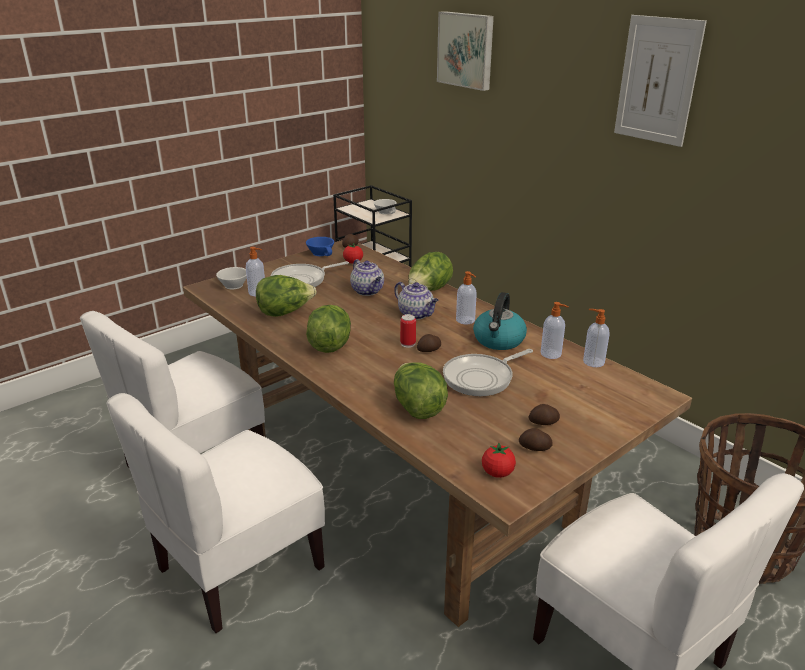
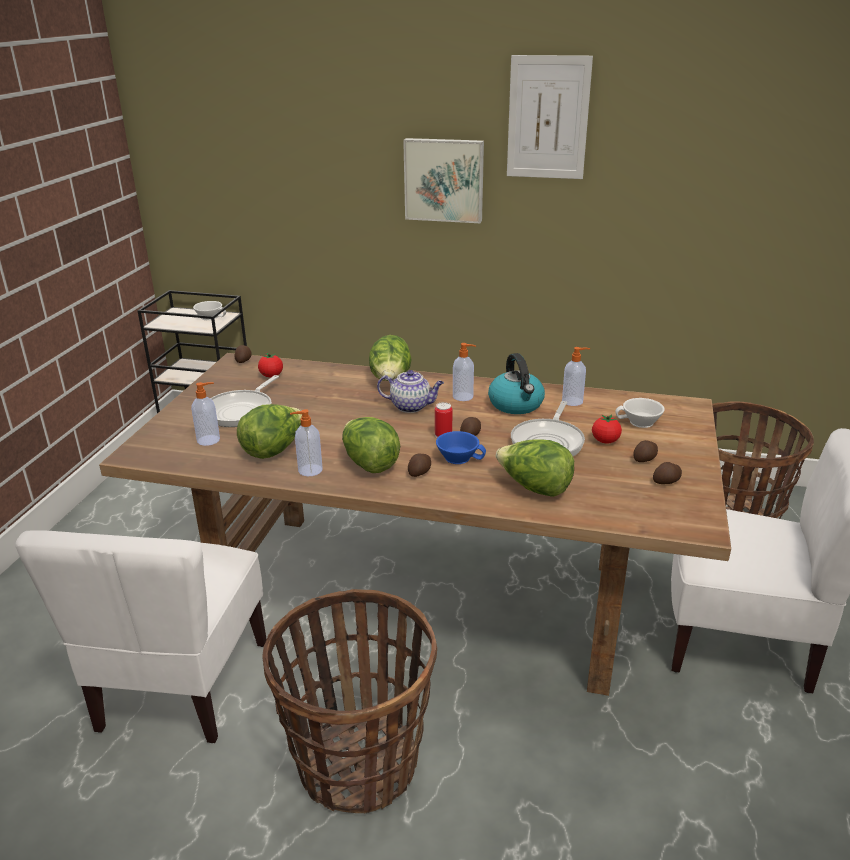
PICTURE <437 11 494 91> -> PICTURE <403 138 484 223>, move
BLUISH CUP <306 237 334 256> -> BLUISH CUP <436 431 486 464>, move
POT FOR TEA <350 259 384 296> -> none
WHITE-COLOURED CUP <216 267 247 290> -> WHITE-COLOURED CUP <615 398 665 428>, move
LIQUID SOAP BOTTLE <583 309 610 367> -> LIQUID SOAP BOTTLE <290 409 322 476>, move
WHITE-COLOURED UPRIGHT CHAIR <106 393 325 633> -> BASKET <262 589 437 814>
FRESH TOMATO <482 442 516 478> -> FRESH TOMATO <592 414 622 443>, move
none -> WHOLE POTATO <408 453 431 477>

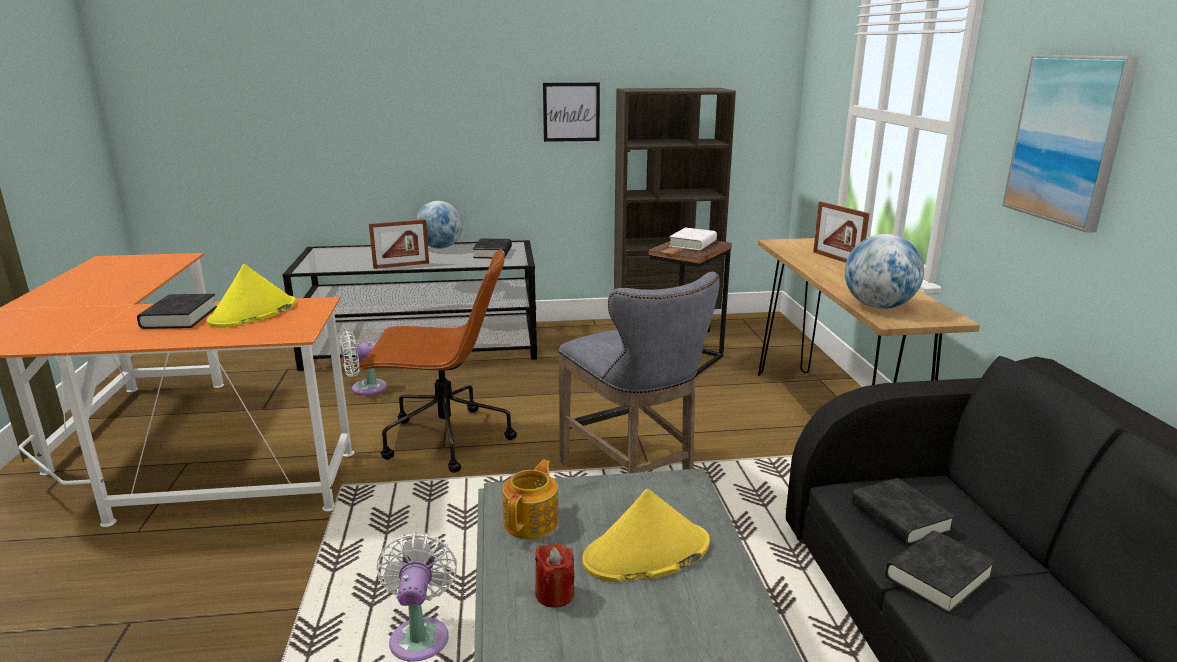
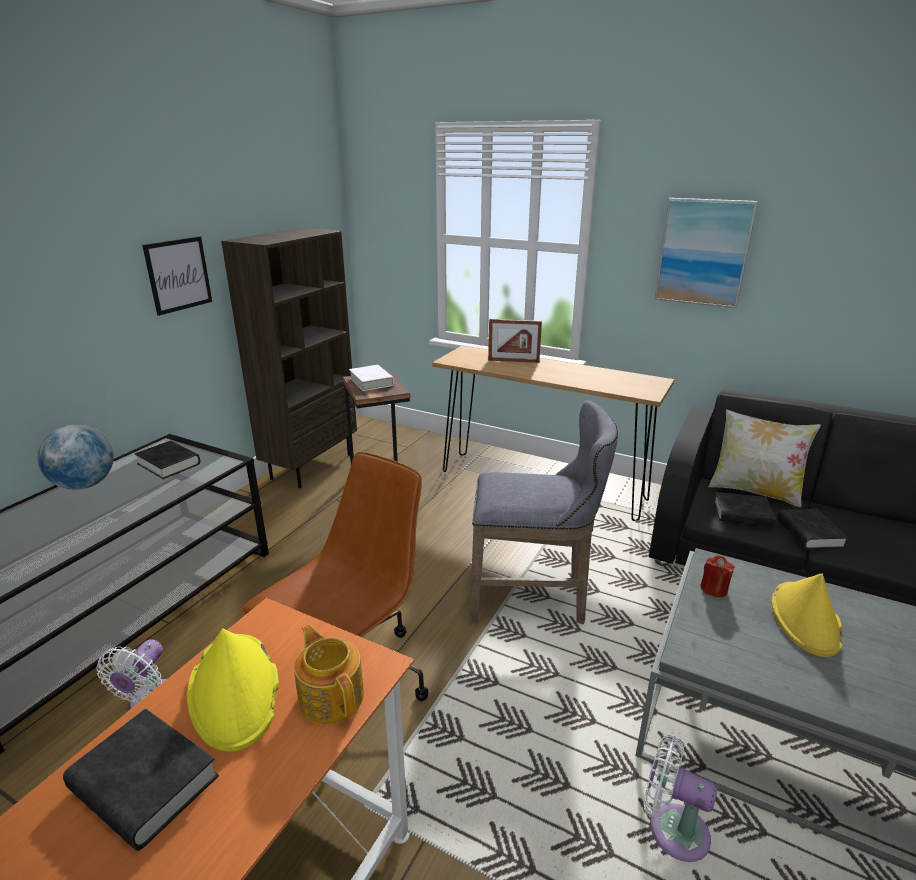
PICTURE FRAME <369 219 429 269> -> none
DESK GLOBE <845 234 924 309> -> none
POT FOR TEA <502 460 559 539> -> POT FOR TEA <294 625 364 724>, move
RED-COLOURED WAX CANDLE <535 543 575 608> -> RED-COLOURED WAX CANDLE <700 555 735 597>, move
none -> CUSHION <709 409 821 507>

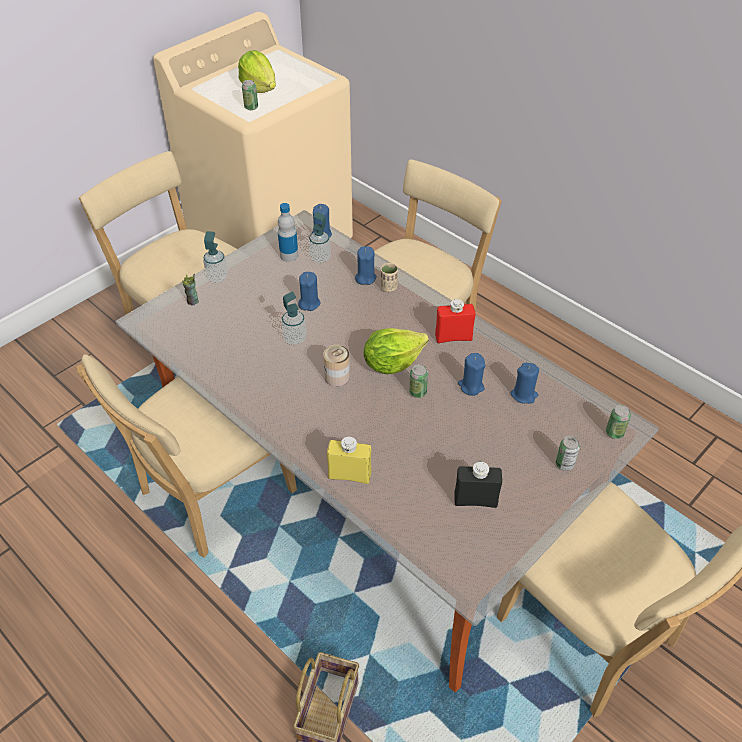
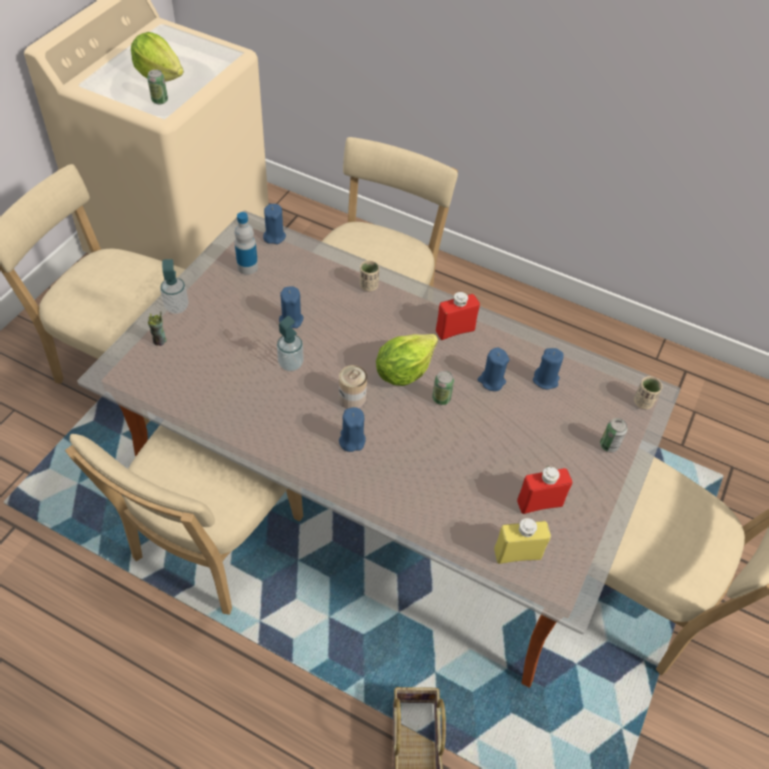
LIQUID SOAP BOTTLE <309 212 331 263> -> none
BLUISH WAX CANDLE <355 246 376 285> -> BLUISH WAX CANDLE <339 407 366 452>, move
METAL CAN <606 405 631 439> -> SAND-COLOURED CUP <634 376 663 409>
YELLOWISH DRINK BOTTLE <327 437 371 484> -> YELLOWISH DRINK BOTTLE <494 518 551 564>, move
BLACK-COLOURED DRINK BOTTLE <454 461 502 508> -> RED-COLOURED DRINK BOTTLE <517 466 572 514>

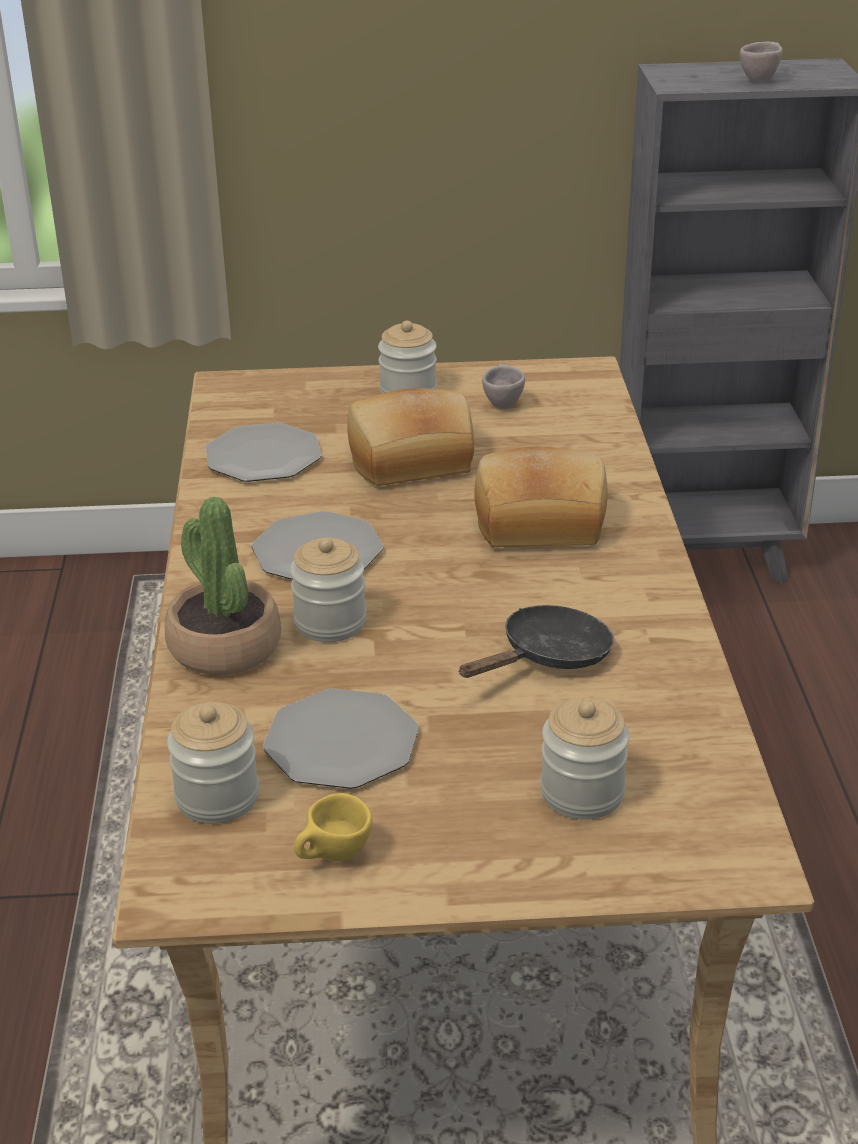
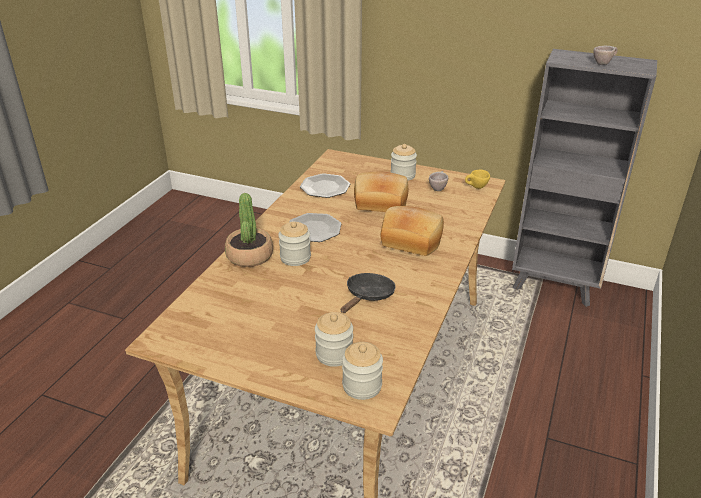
BLACK-COLOURED FRYING PAN <458 605 614 678> -> BLACK-COLOURED FRYING PAN <341 273 396 313>, 45 degrees counterclockwise
DINNER PLATE <263 688 419 789> -> none
JAR <167 702 259 824> -> JAR <342 342 383 400>, move
YELLOWISH CUP <294 793 373 861> -> YELLOWISH CUP <465 170 490 189>, move

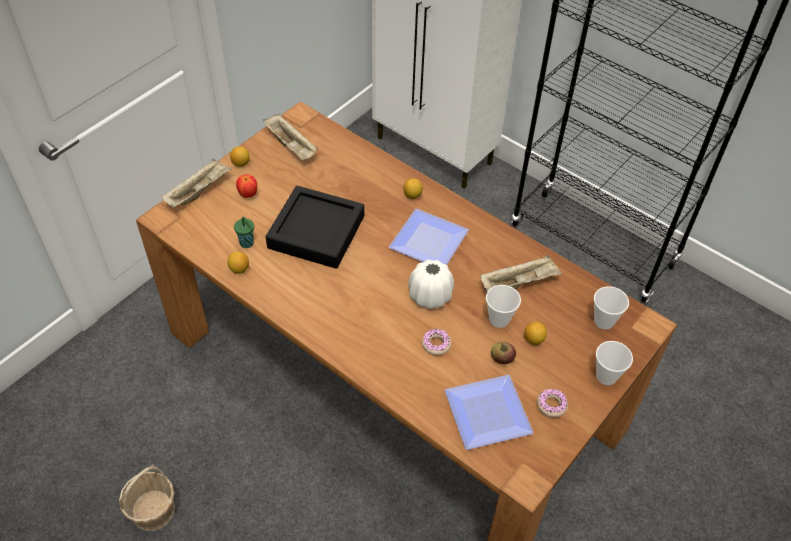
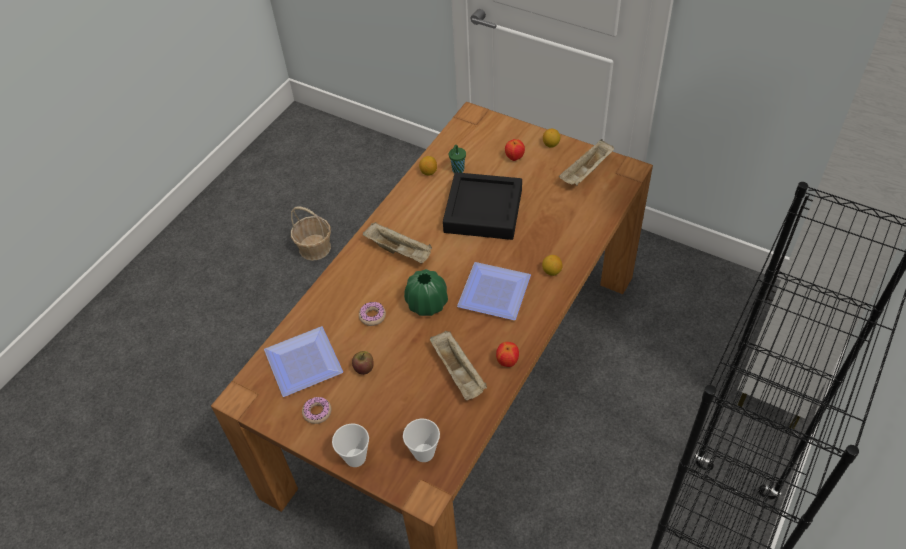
SAND-COLOURED CARRYING TRAY <162 159 232 208> -> SAND-COLOURED CARRYING TRAY <363 222 432 264>, move
WHITE-COLOURED DECORATIVE VASE <408 260 454 309> -> GREENISH DECORATIVE VASE <404 269 448 316>
CUP <486 285 521 328> -> none
LEMON <524 322 547 345> -> none
none -> APPLE <496 342 519 367>

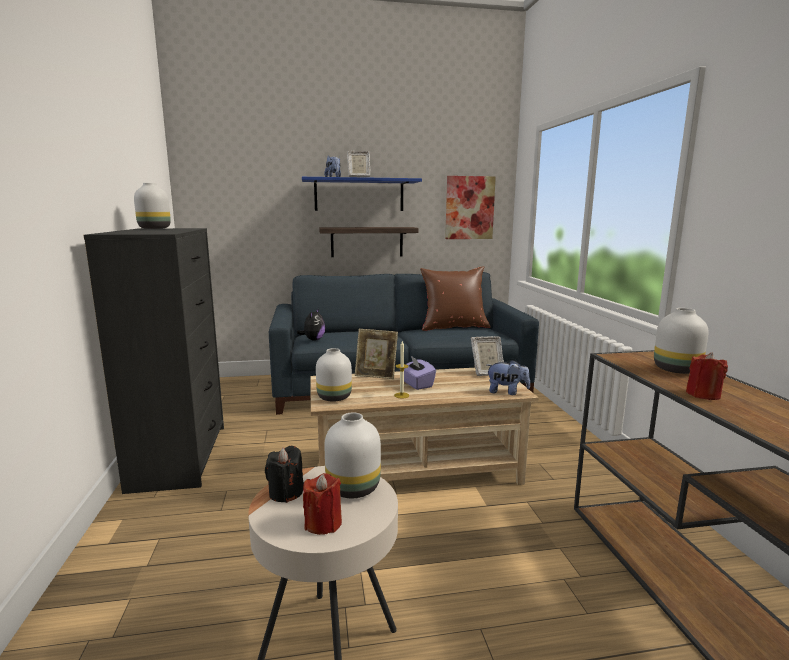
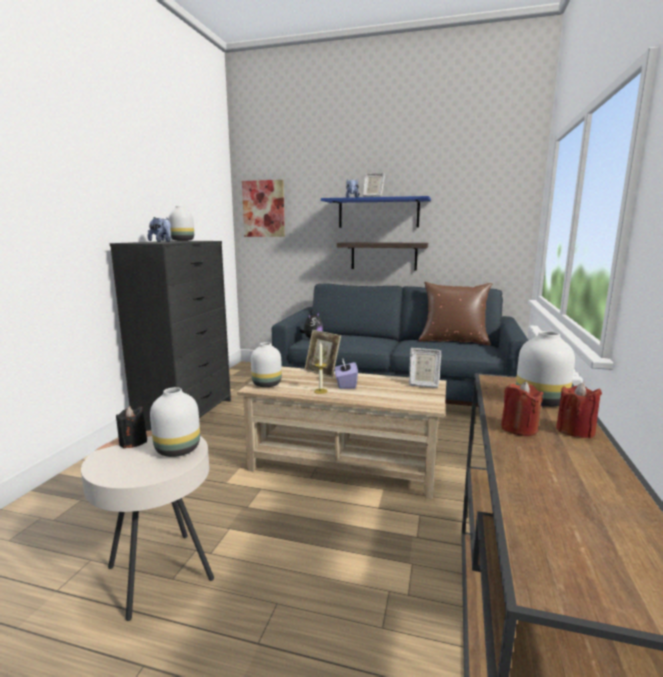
PICTURE <445 176 496 239> -> PICTURE <242 180 285 237>, move
SOFT TOY <487 360 530 395> -> SOFT TOY <147 217 171 242>, move
RED-COLOURED WAX CANDLE <303 473 342 535> -> RED-COLOURED WAX CANDLE <556 382 602 438>, move

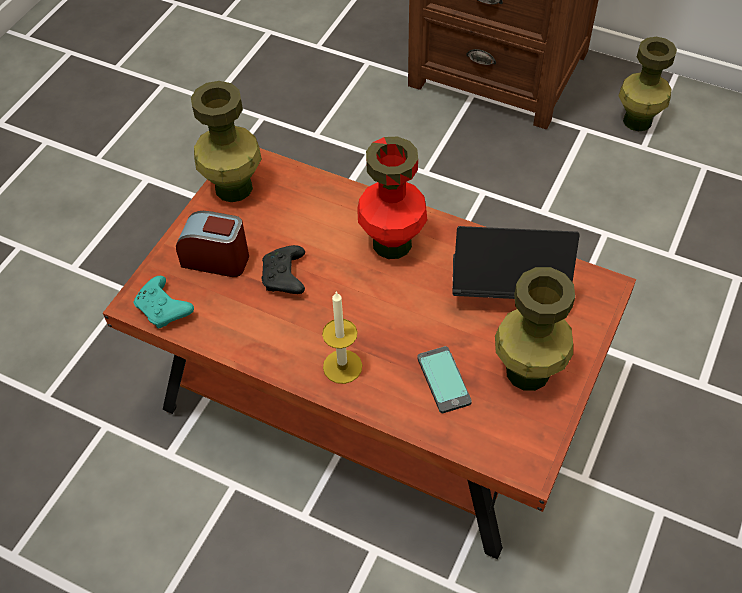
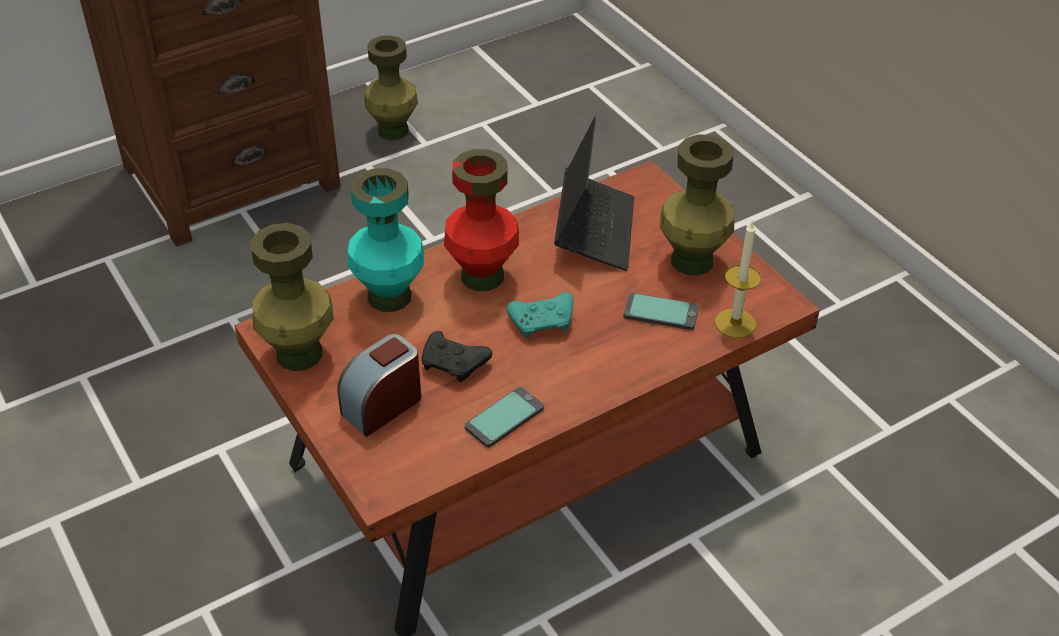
LAPTOP <452 226 579 299> -> LAPTOP <554 116 634 271>, 150 degrees clockwise
TURQUOISE GAME CONTROLLER <134 276 194 329> -> TURQUOISE GAME CONTROLLER <507 292 573 338>, move
WAX CANDLE <322 291 362 384> -> WAX CANDLE <715 222 761 338>, move
none -> TURQUOISE DECORATIVE VASE <347 168 424 312>
none -> TELEPHONE <465 387 544 448>

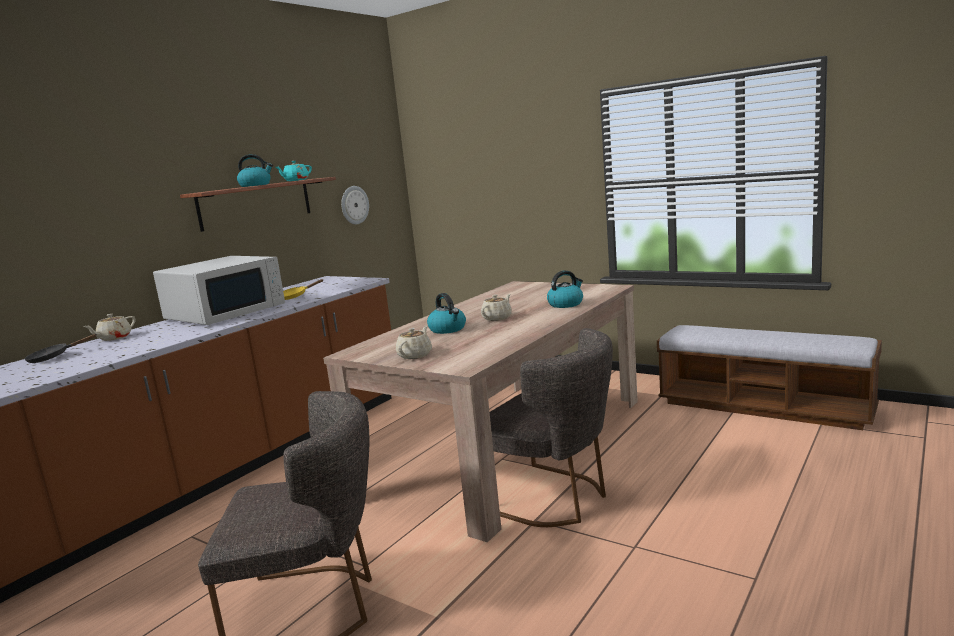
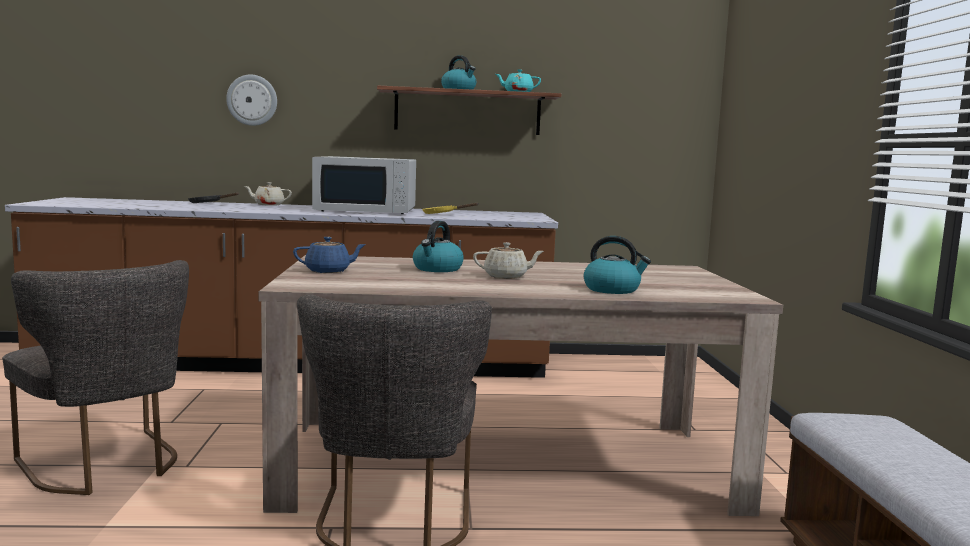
CLOCK ON THE WALL <341 186 369 224> -> CLOCK ON THE WALL <226 75 277 126>, move
SAND-COLOURED POT FOR TEA <396 326 432 359> -> BLUISH POT FOR TEA <293 237 366 273>

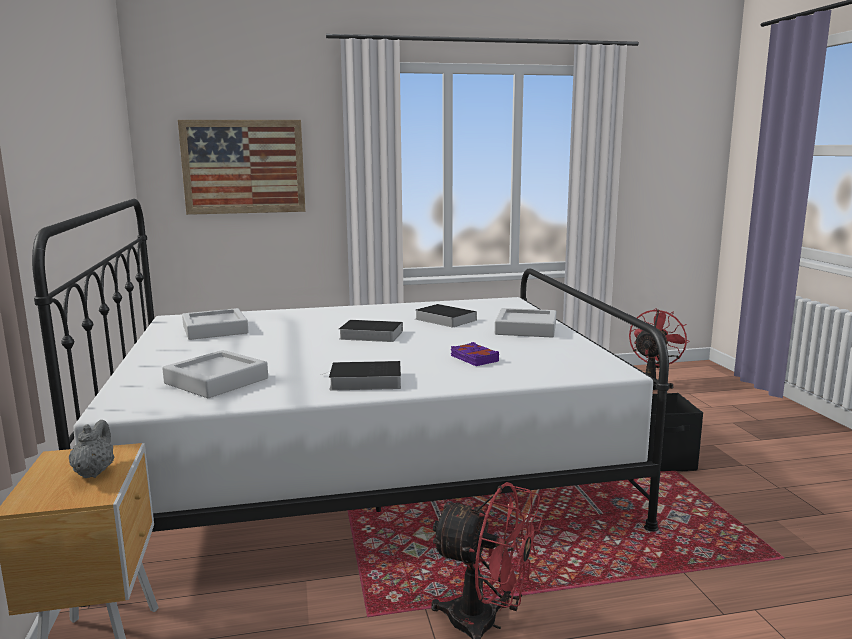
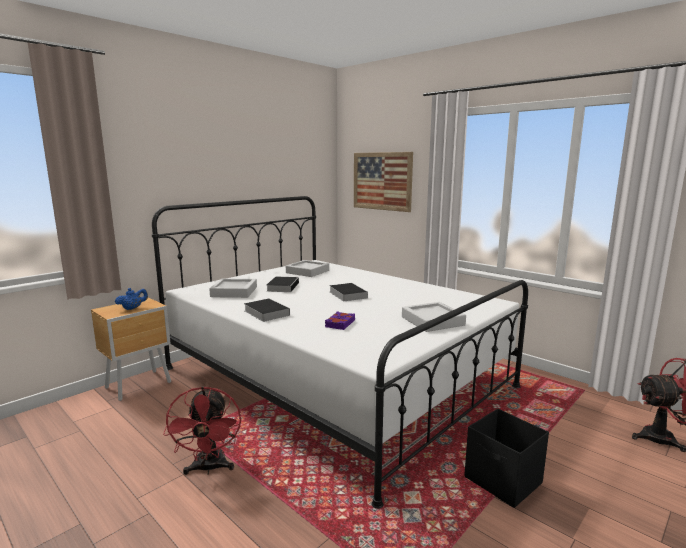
VOLUME <415 304 477 327> -> VOLUME <266 276 299 292>, move
GREY POT FOR TEA <69 420 115 478> -> BLUISH POT FOR TEA <115 288 148 310>

